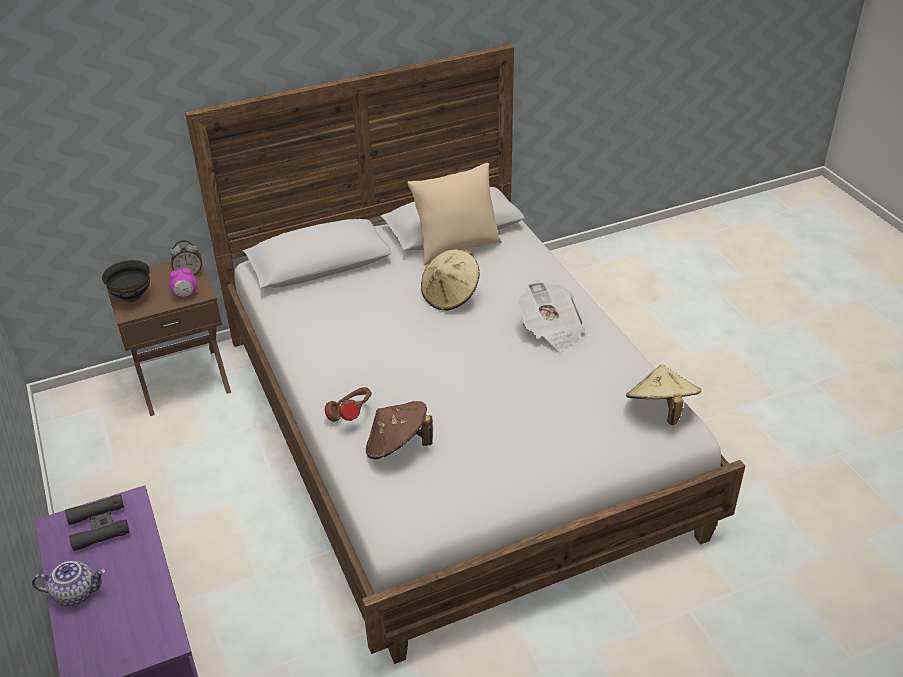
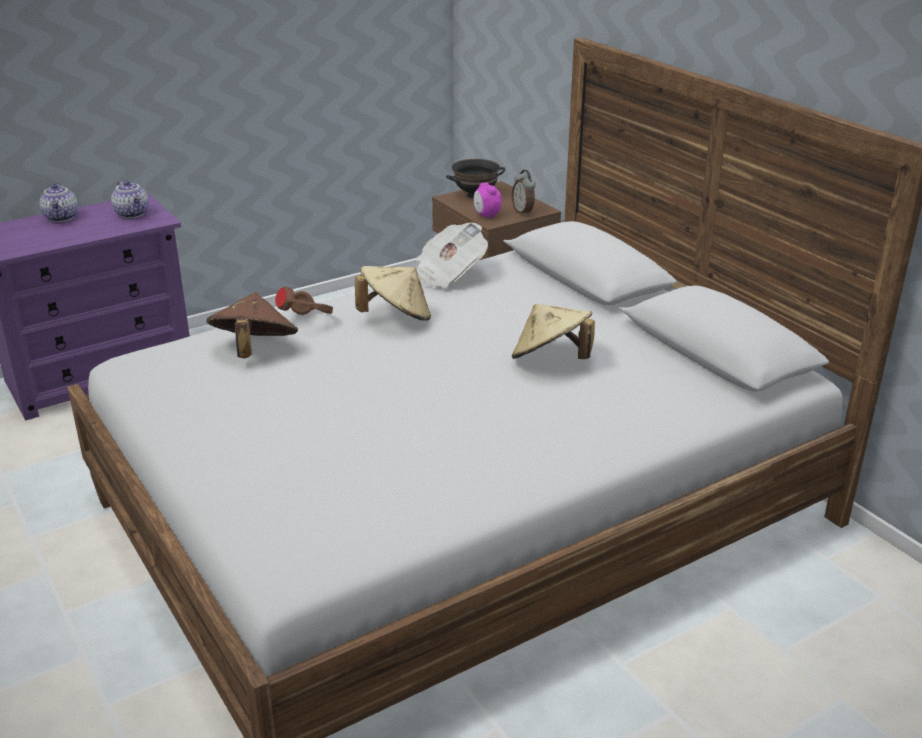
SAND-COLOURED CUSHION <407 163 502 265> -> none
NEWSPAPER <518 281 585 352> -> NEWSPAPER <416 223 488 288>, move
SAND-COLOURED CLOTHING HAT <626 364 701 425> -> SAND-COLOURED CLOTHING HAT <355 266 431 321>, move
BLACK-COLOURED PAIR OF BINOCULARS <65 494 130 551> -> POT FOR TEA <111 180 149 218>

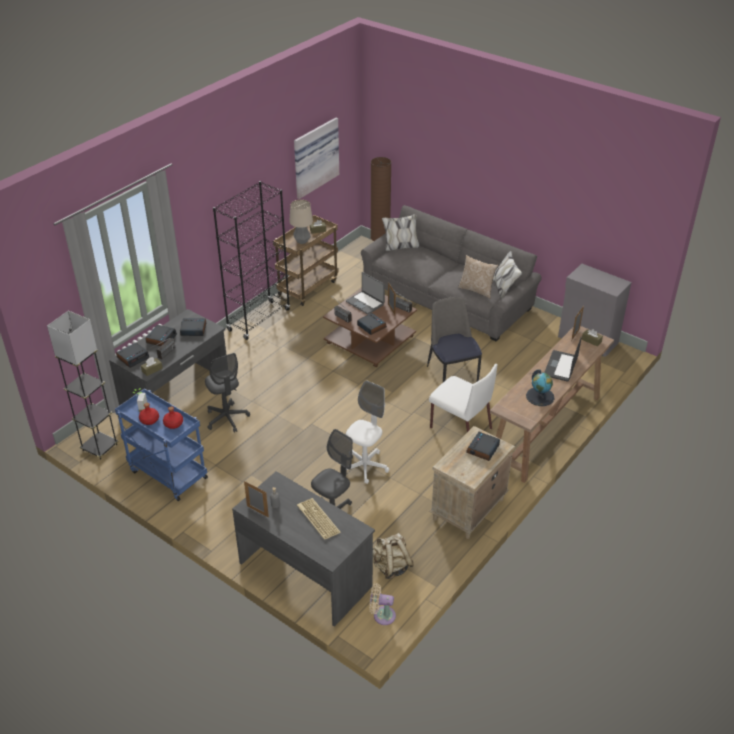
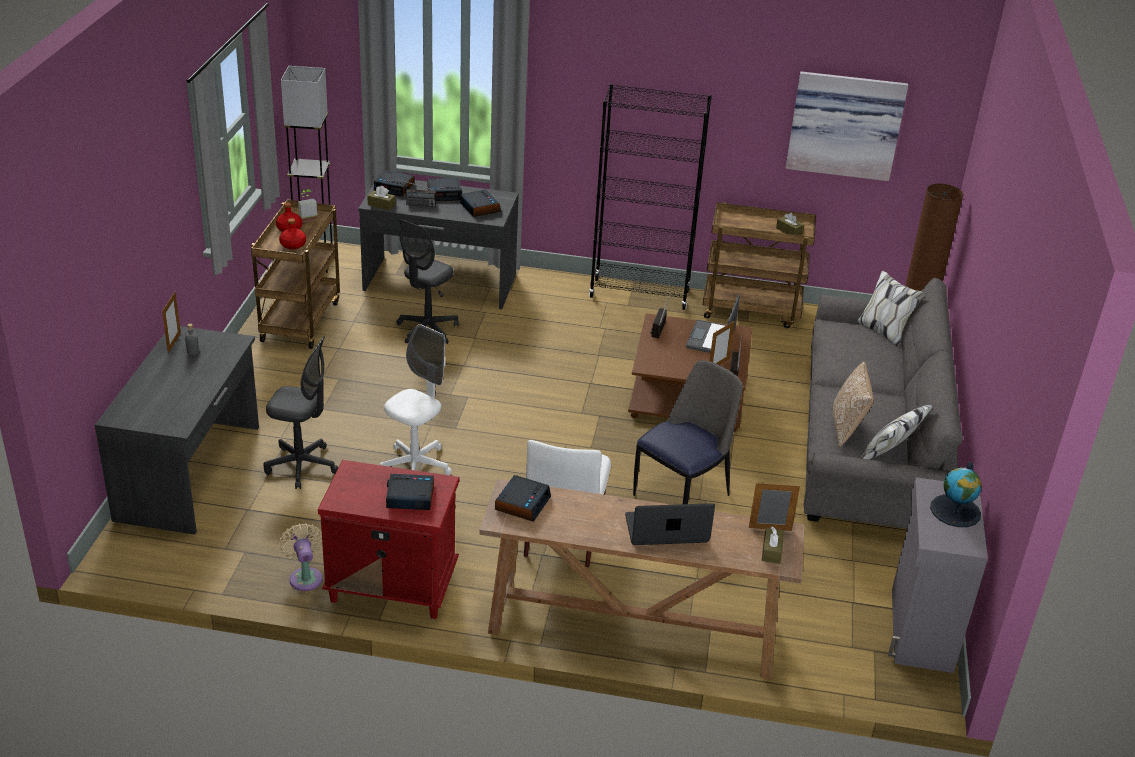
LAMP FOR A TABLE <289 200 313 244> -> none
TABLE CLOCK <357 313 387 335> -> TABLE CLOCK <495 475 551 522>, move
DESK GLOBE <526 369 555 406> -> DESK GLOBE <930 462 981 527>, move
WHITE-COLOURED DESK CHAIR <346 380 389 484> -> WHITE-COLOURED DESK CHAIR <380 324 452 475>, 60 degrees counterclockwise
BLUISH TROLLEY <115 389 208 501> -> BROWN TROLLEY <251 199 340 349>
SAND-COLOURED NIGHT TABLE <429 426 515 539> -> RED-COLOURED NIGHT TABLE <318 460 459 619>
PC KEYBOARD <297 498 341 540> -> none
SAND-COLOURED KNAPSACK <373 533 414 579> -> none
SAND-COLOURED ELECTRIC FAN <369 584 396 625> -> SAND-COLOURED ELECTRIC FAN <279 523 322 591>, move

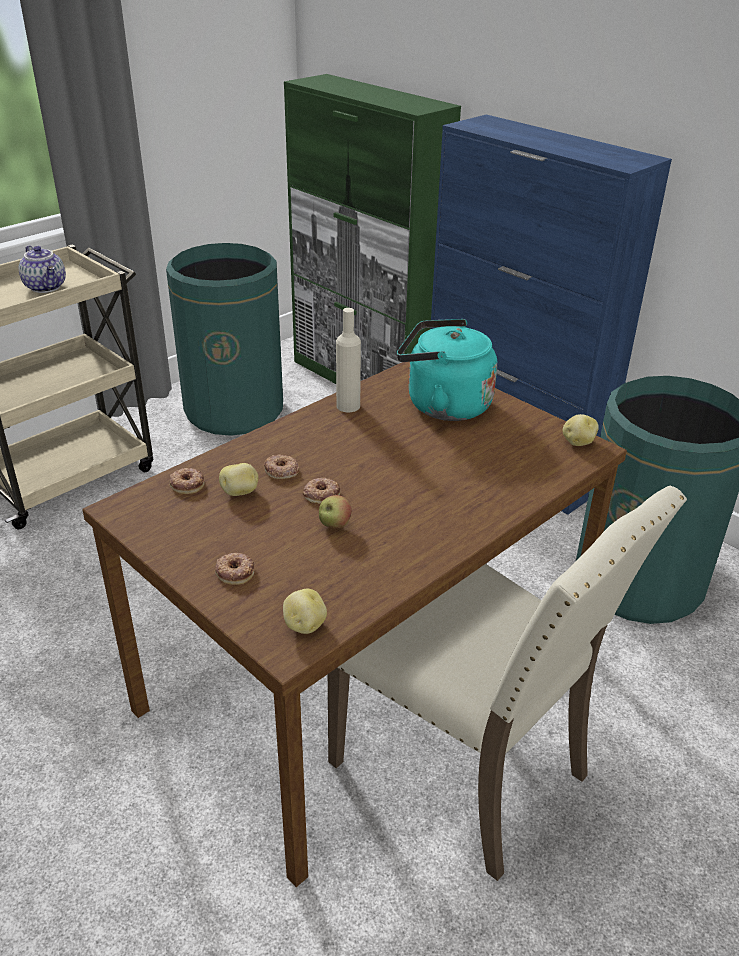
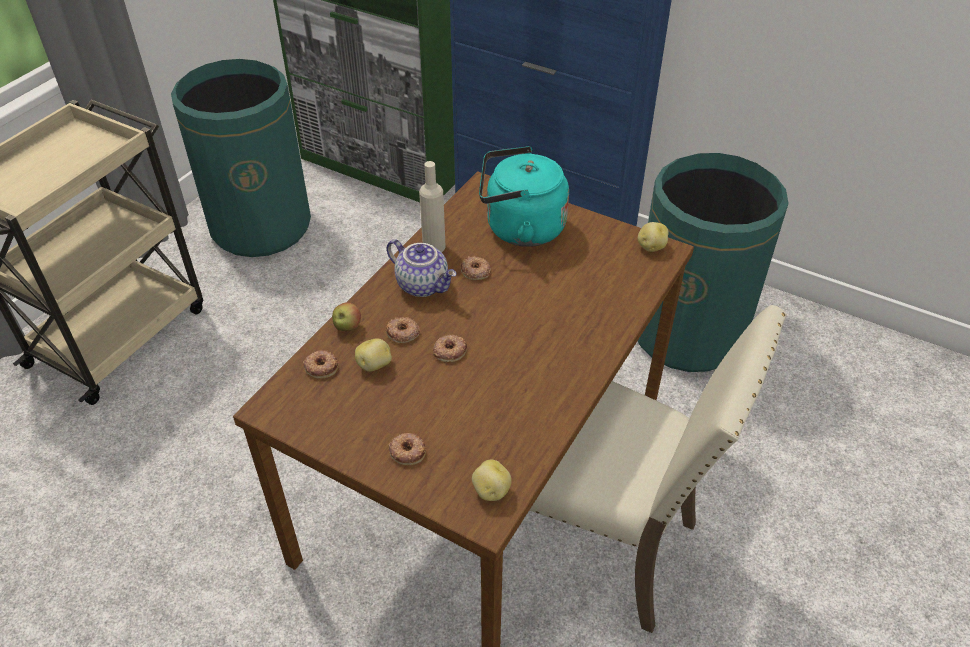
POT FOR TEA <19 245 66 293> -> POT FOR TEA <387 239 457 297>, move
APPLE <319 495 352 528> -> APPLE <332 303 361 331>, move
none -> RING DOUGHNUT <460 256 491 280>

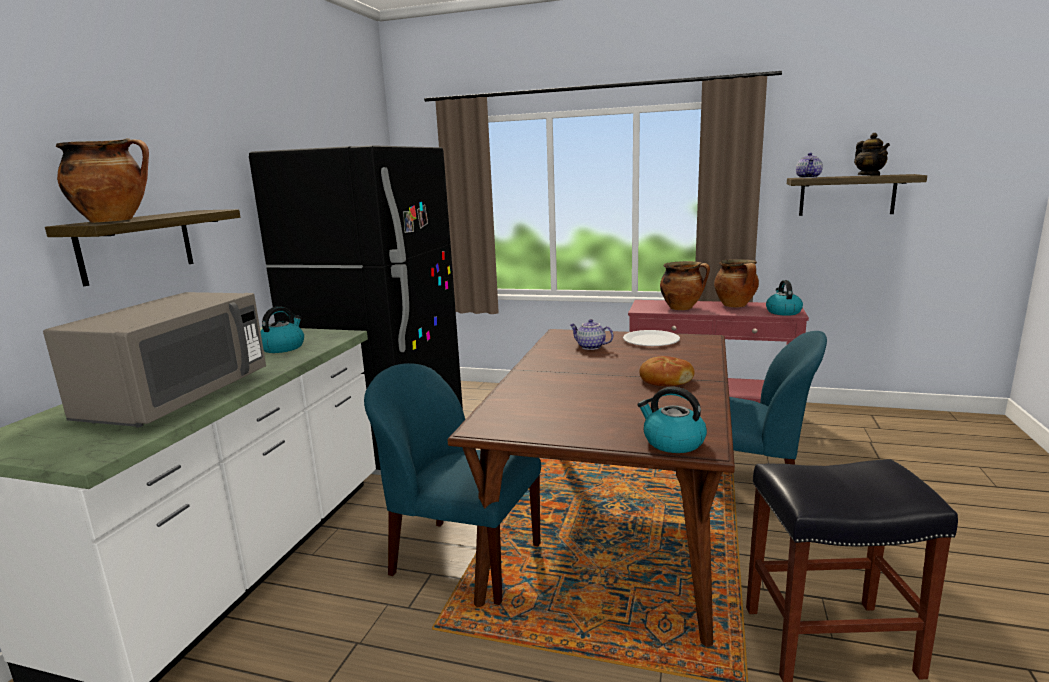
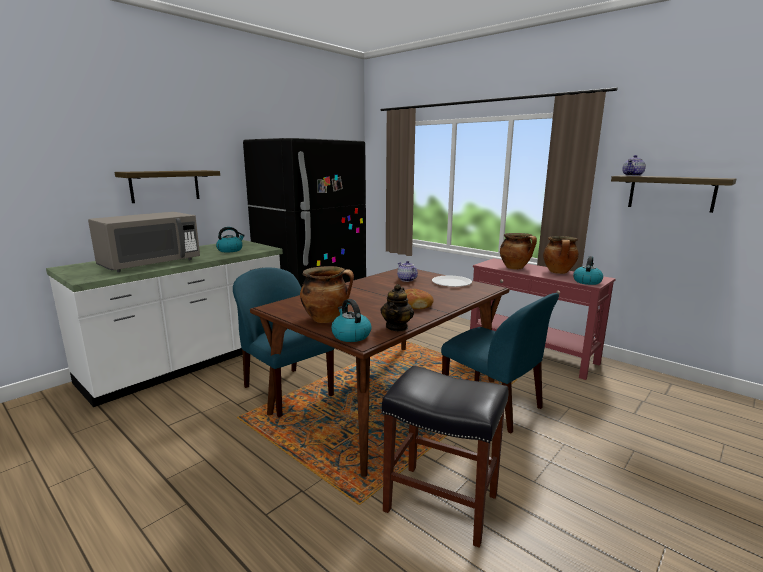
POT FOR TEA <854 133 890 176> -> POT FOR TEA <380 284 414 331>, move
STOCKPOT <56 138 149 223> -> STOCKPOT <300 266 354 323>, move

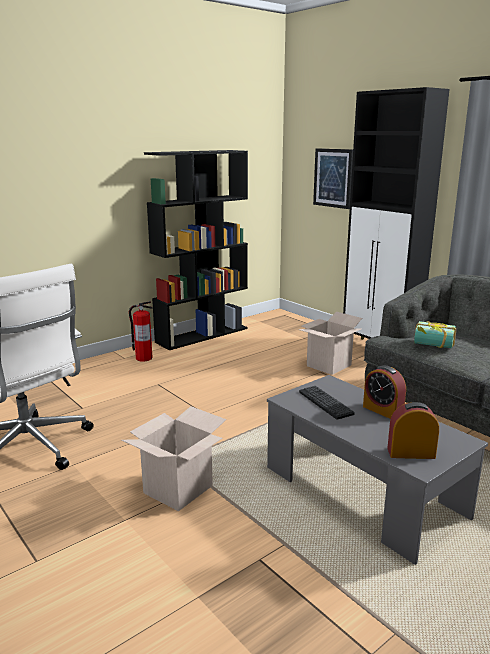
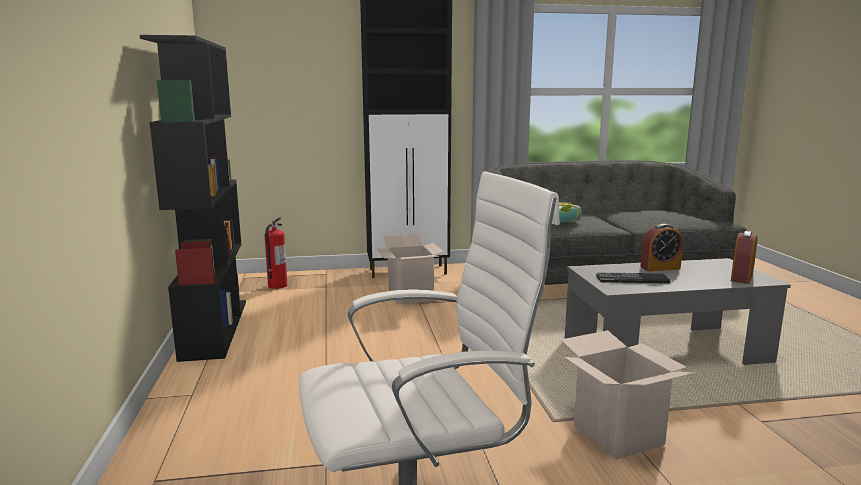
PICTURE <313 148 353 209> -> none
FIRE EXTINGUISHER <129 301 153 362> -> FIRE EXTINGUISHER <264 217 287 289>, move

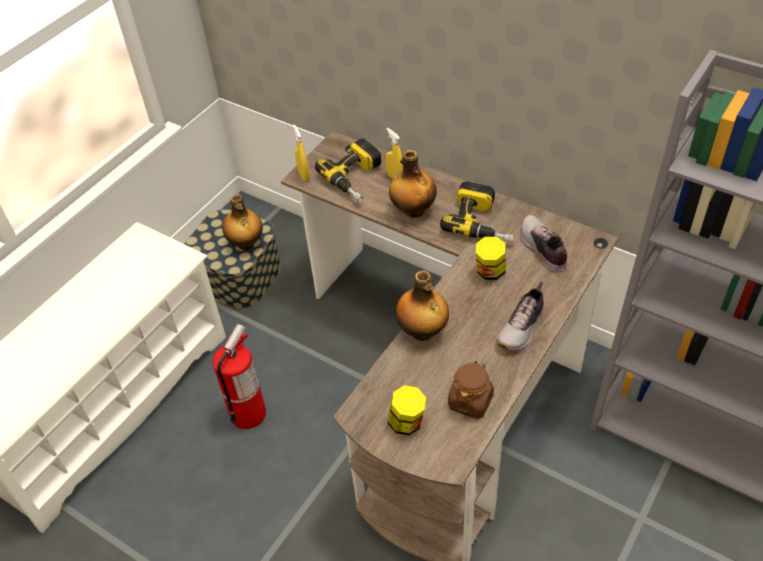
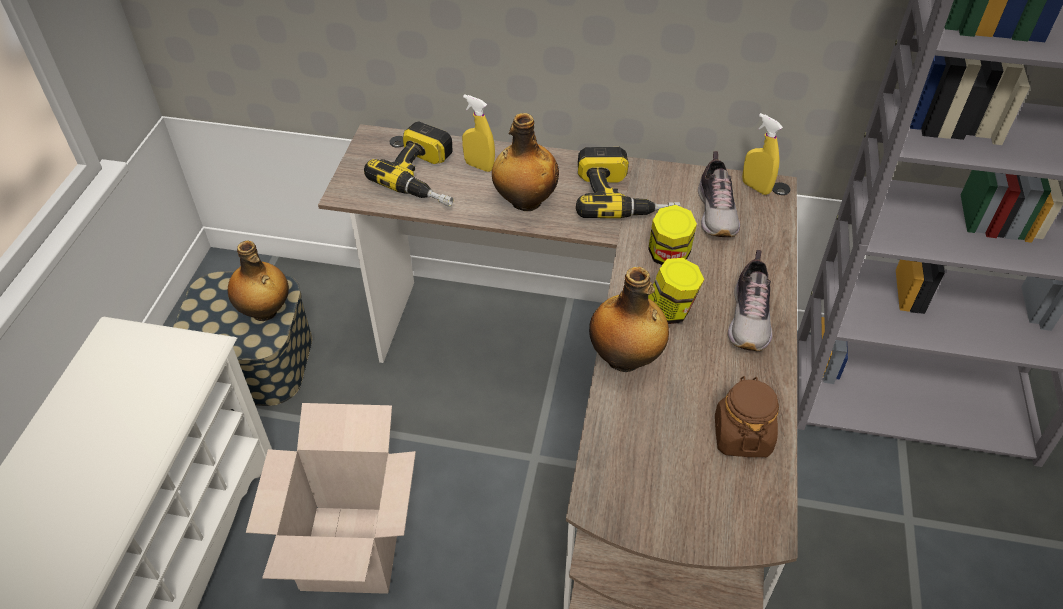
YELLOWISH HAND SPRAYER <293 125 310 181> -> YELLOWISH HAND SPRAYER <742 113 783 195>, move
ITEM OF FOOTWEAR <521 215 568 271> -> ITEM OF FOOTWEAR <698 151 740 237>, 135 degrees counterclockwise
FIRE EXTINGUISHER <213 324 266 429> -> CARTON <246 403 416 594>
JAR <387 385 426 435> -> JAR <648 258 704 324>, move

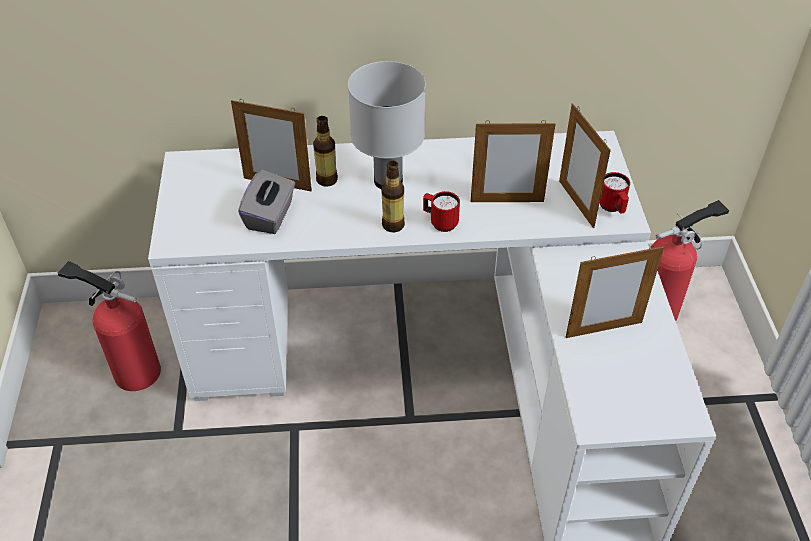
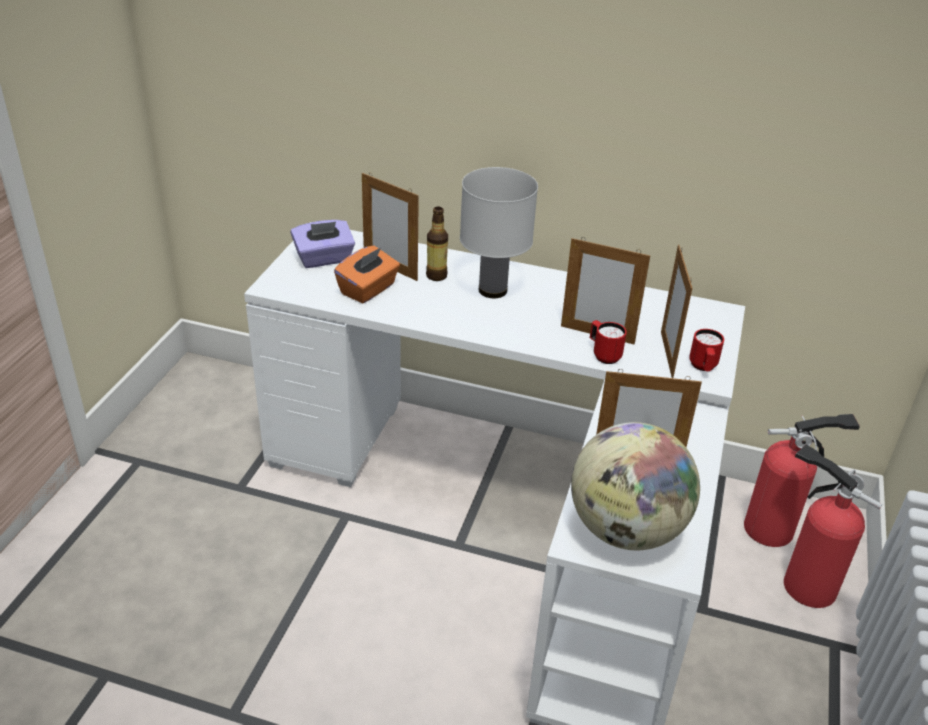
DRINK BOTTLE <381 160 405 232> -> none
GREY TISSUE HOLDER <238 169 295 234> -> ORANGE TISSUE HOLDER <334 246 400 303>
RED-COLOURED MUG <423 191 460 232> -> RED-COLOURED MUG <590 320 627 364>, move
FIRE EXTINGUISHER <58 261 161 391> -> FIRE EXTINGUISHER <784 444 883 608>, move
none -> PURPLE-COLOURED TISSUE HOLDER <291 220 355 268>
none -> DESK GLOBE <571 422 700 550>

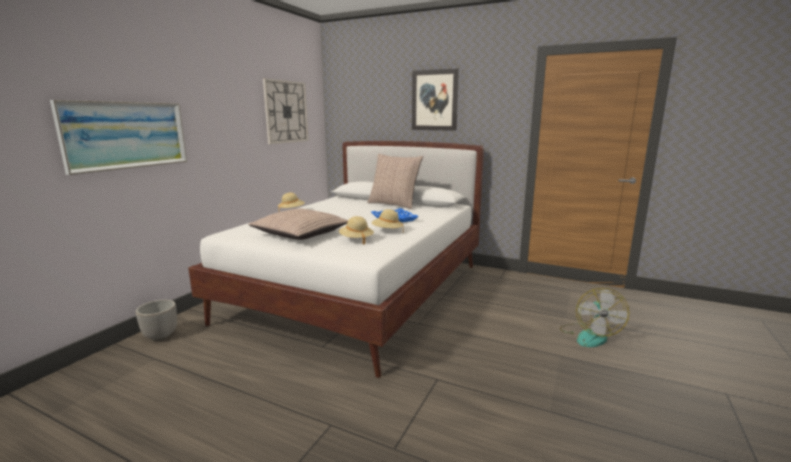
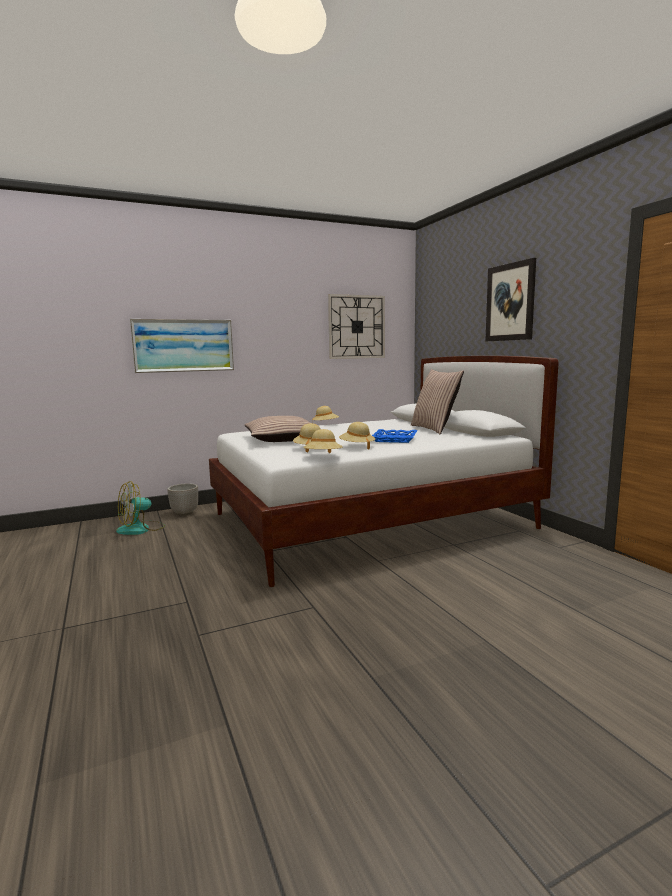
ELECTRIC FAN <560 288 630 347> -> ELECTRIC FAN <116 481 165 535>, move
none -> SAND-COLOURED CLOTHING HAT <303 429 343 453>

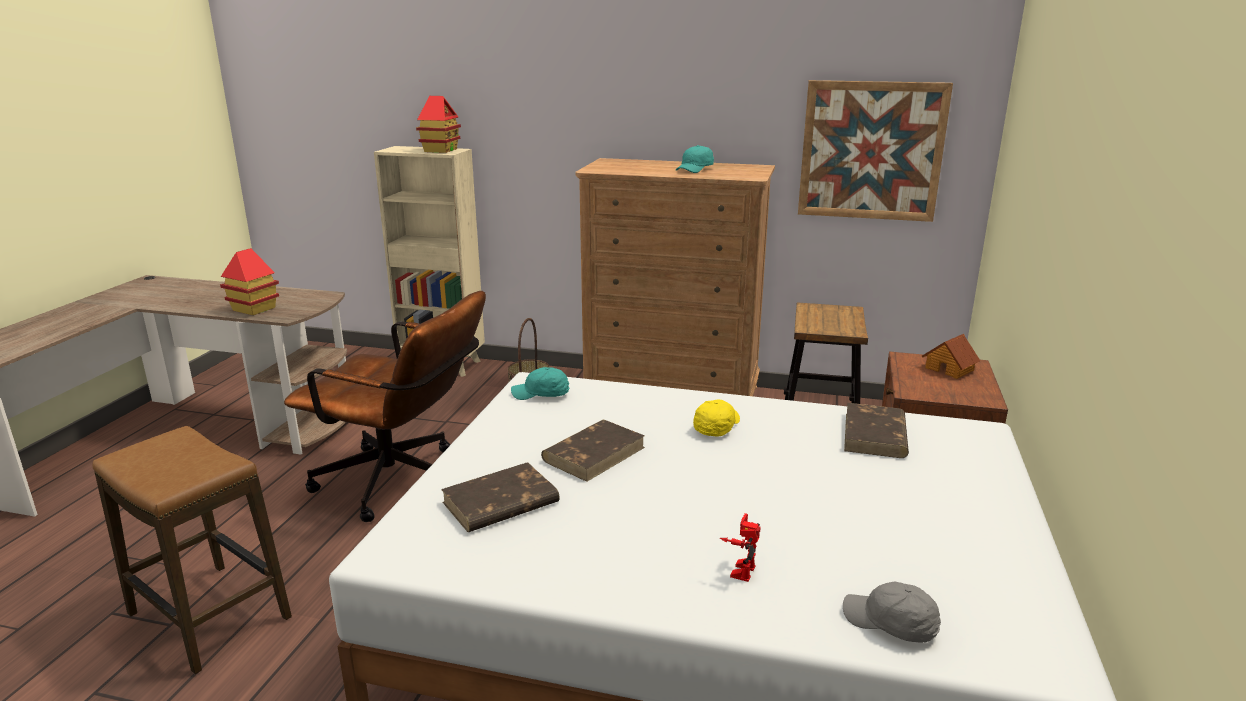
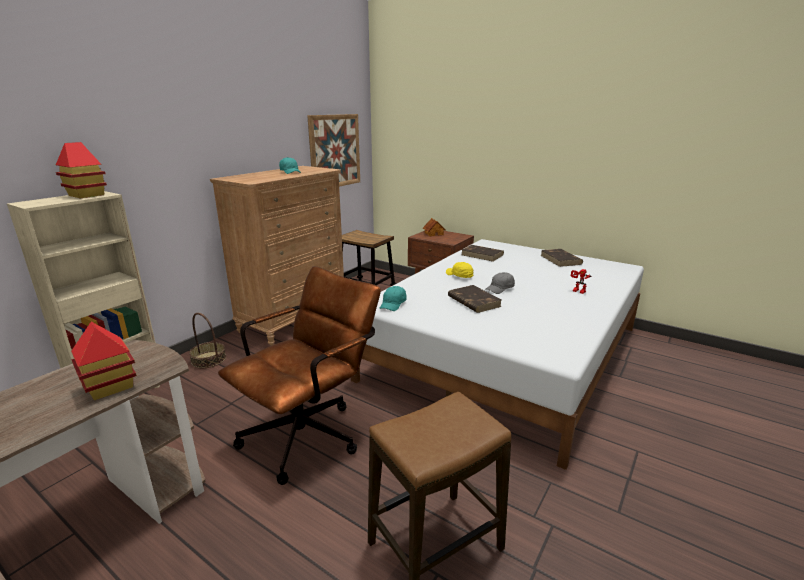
BROWN VOLUME <441 462 560 532> -> BROWN VOLUME <540 249 583 267>, move
GREY PEAKED CAP <843 581 941 642> -> GREY PEAKED CAP <485 272 515 294>, move

